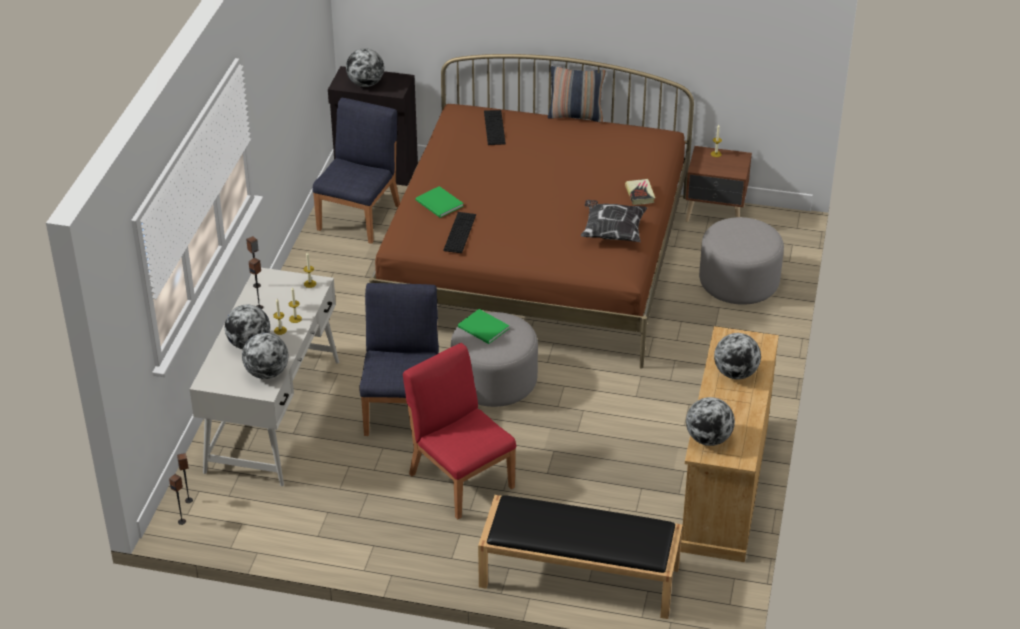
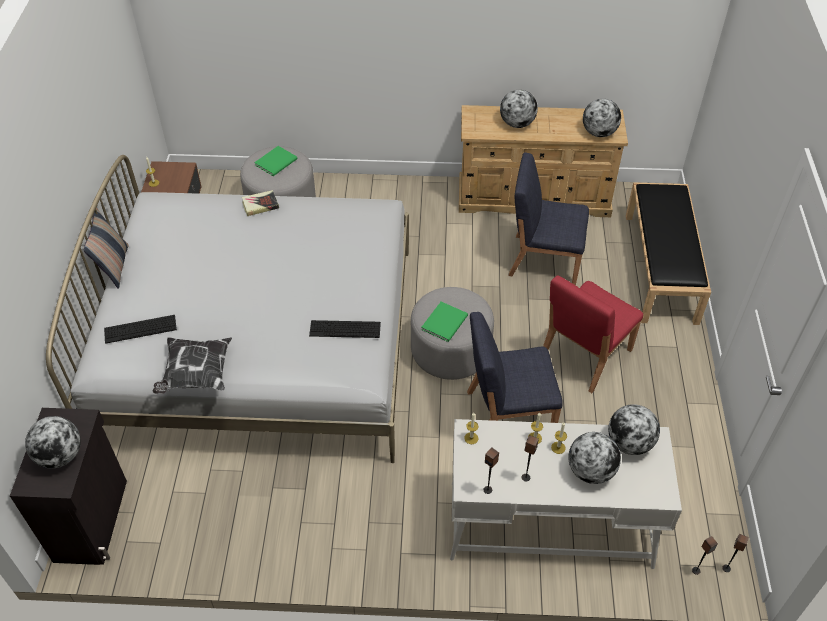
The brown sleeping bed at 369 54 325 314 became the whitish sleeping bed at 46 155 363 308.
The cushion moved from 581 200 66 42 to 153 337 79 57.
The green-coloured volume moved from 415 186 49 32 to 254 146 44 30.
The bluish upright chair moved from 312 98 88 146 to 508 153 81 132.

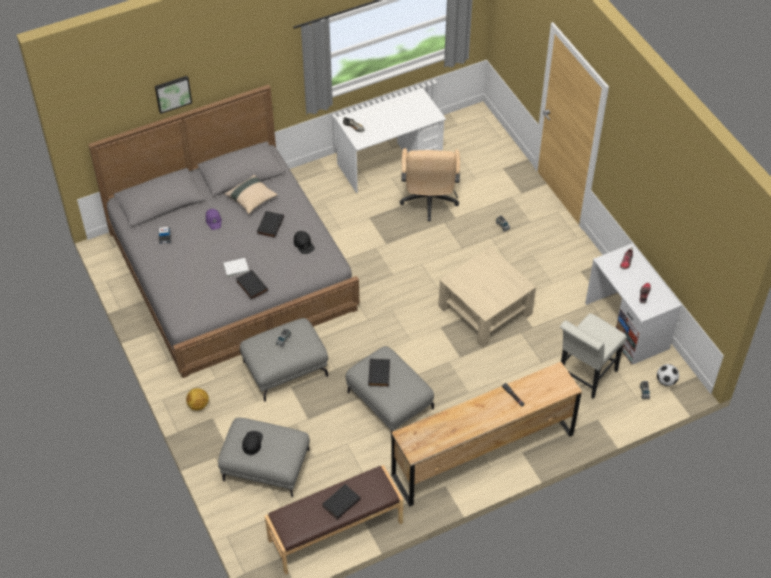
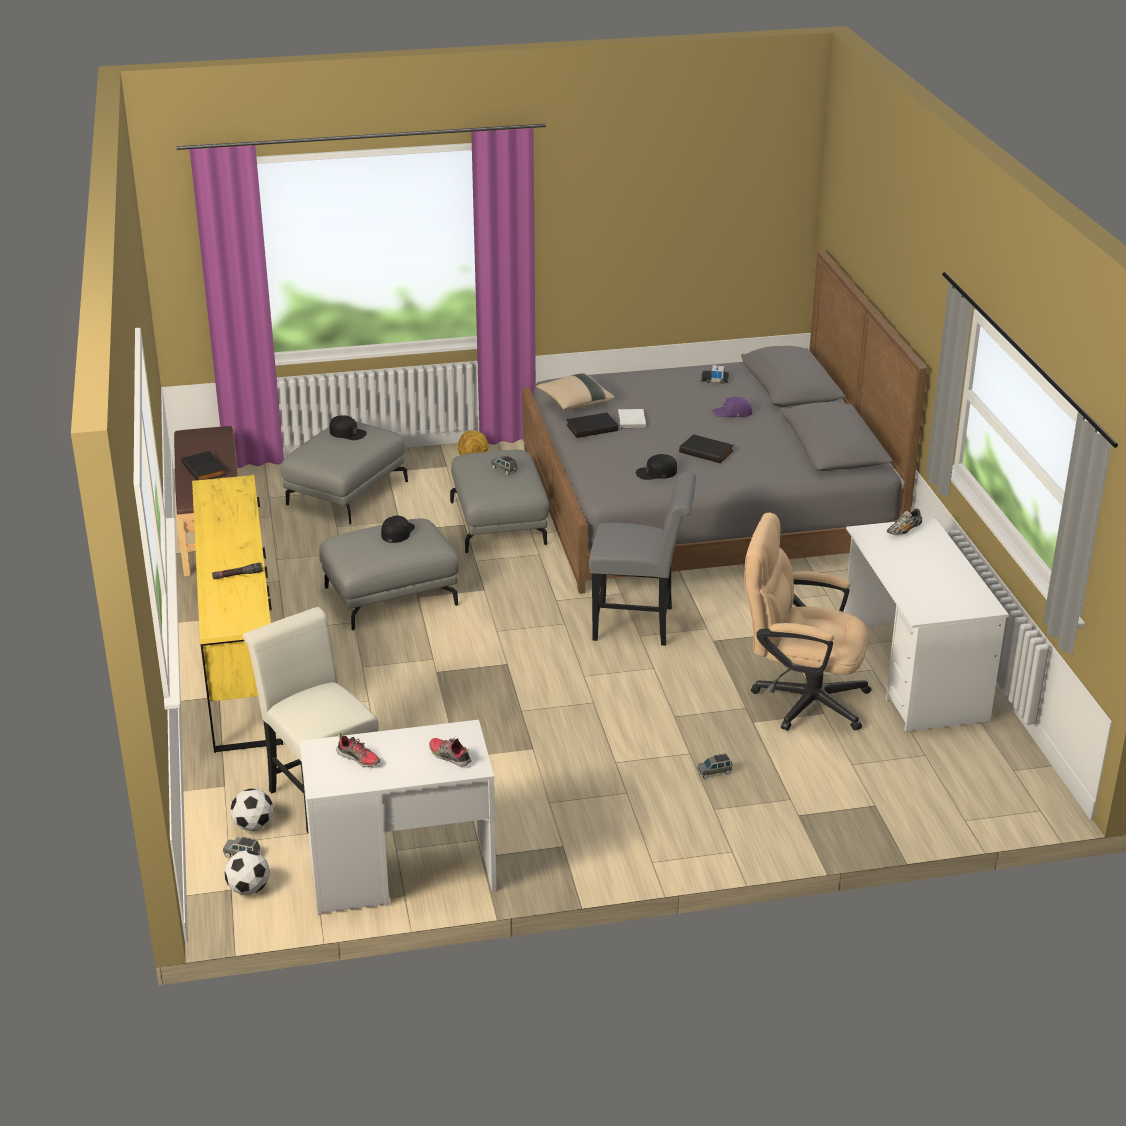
The brown chest of drawers at 391 362 191 145 became the yellow chest of drawers at 192 475 91 278.
The football at 230 789 43 42 appeared.
The blackish volume at 368 358 22 29 was replaced by the blackish peaked cap at 381 516 34 27.
The beige-coloured cushion moved from 224 175 54 39 to 536 373 79 37.
The grey upright chair at 589 472 107 174 appeared.
The wall picture at 155 76 37 38 disappeared.
The beige-coloured coffee table at 438 247 98 101 disappeared.

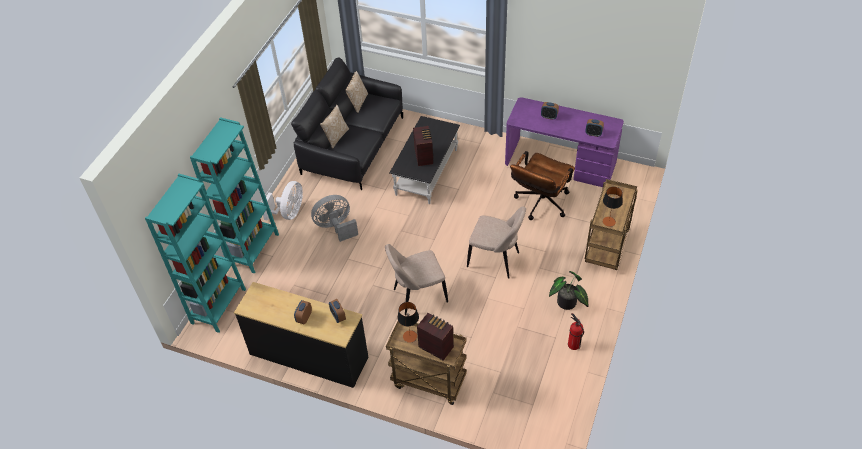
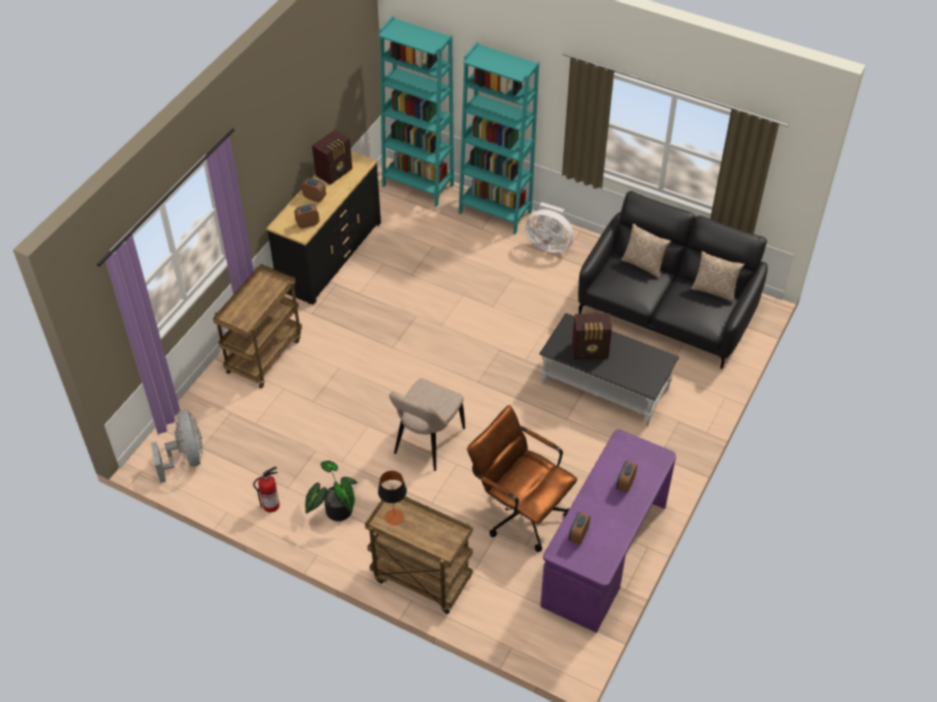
The grey fan moved from 311 195 47 47 to 151 410 52 73.
The radio set moved from 417 313 37 48 to 312 130 40 55.
The beige-coloured upright chair at 385 244 63 72 disappeared.
The table lamp at 397 302 22 41 disappeared.

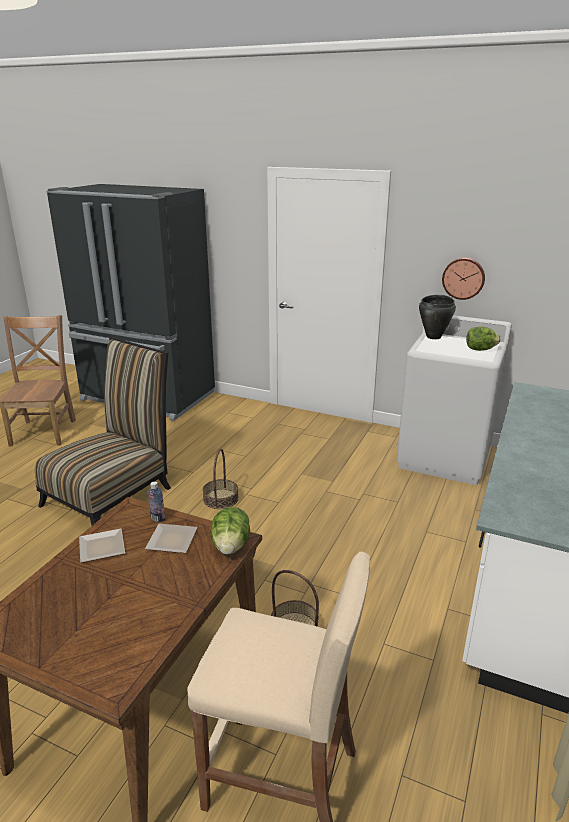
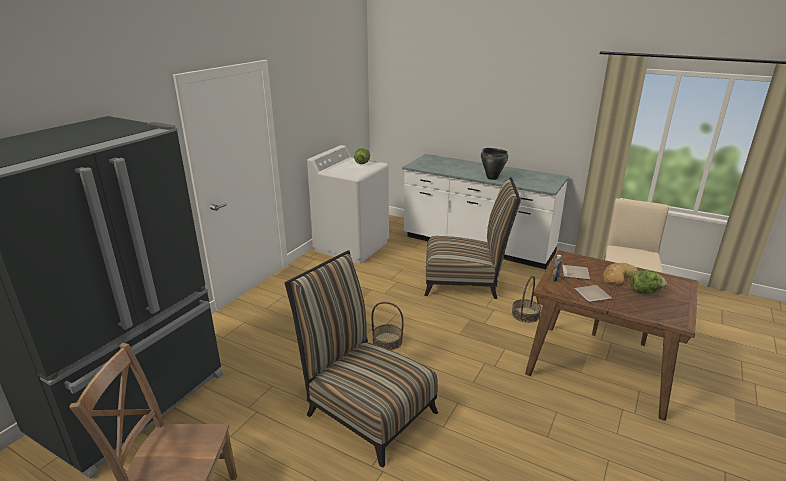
The upright chair at 425 177 96 122 appeared.
The blackish saucepot moved from 419 295 37 44 to 481 148 27 32.
The bakery bread at 603 263 35 23 appeared.
The lettuce head moved from 210 507 40 48 to 630 270 37 24.
The clock on the wall at 442 258 43 42 disappeared.

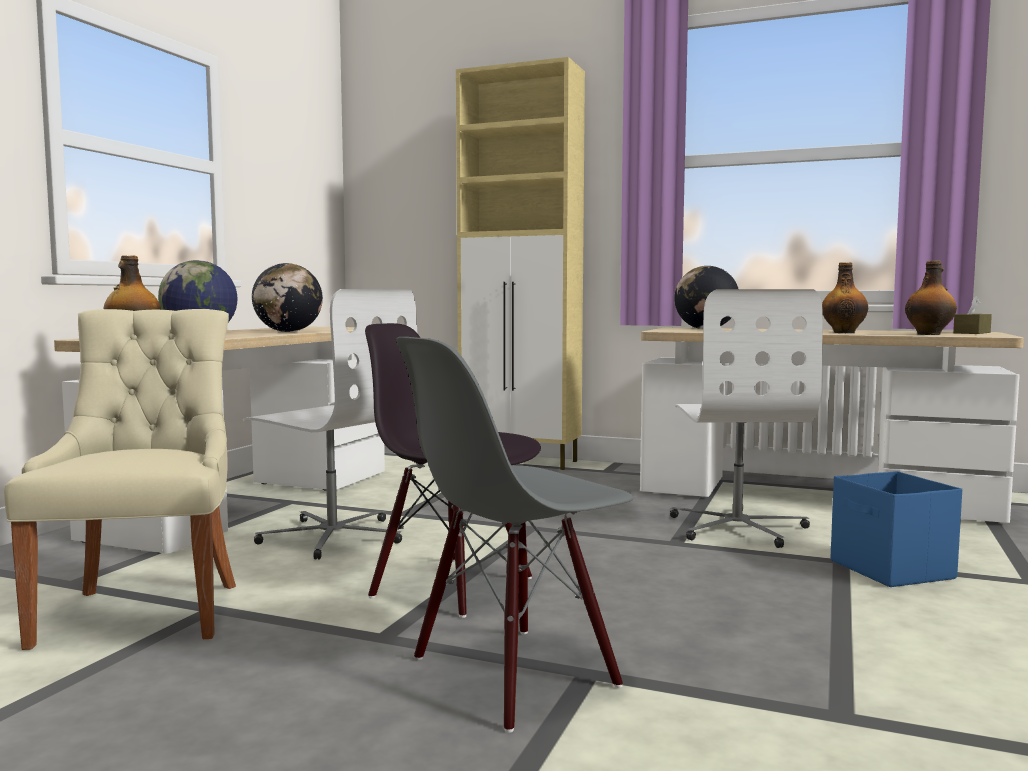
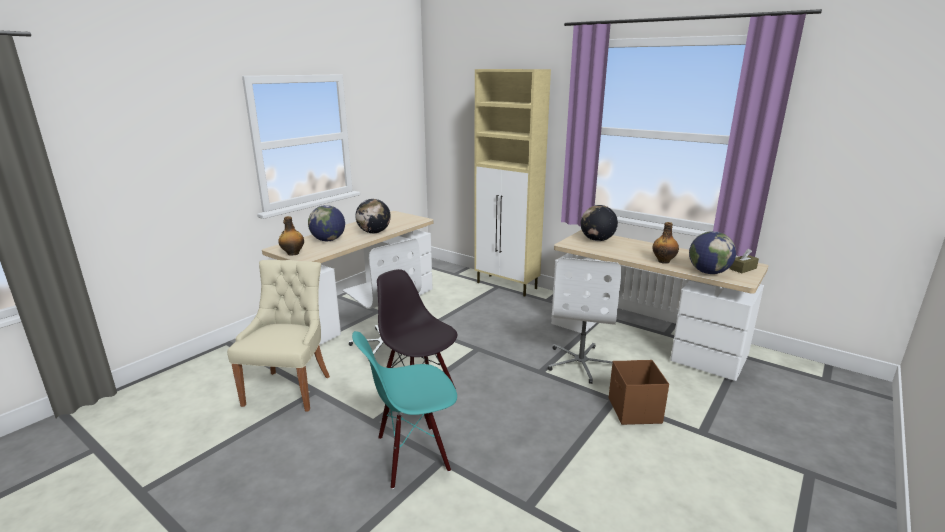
The grey upright chair at 396 337 237 396 became the turquoise upright chair at 352 331 105 158.
The bluish storage container at 831 471 131 116 became the brown storage container at 609 360 60 65.
The drink bottle at 905 261 52 74 was replaced by the globe at 689 231 47 43.

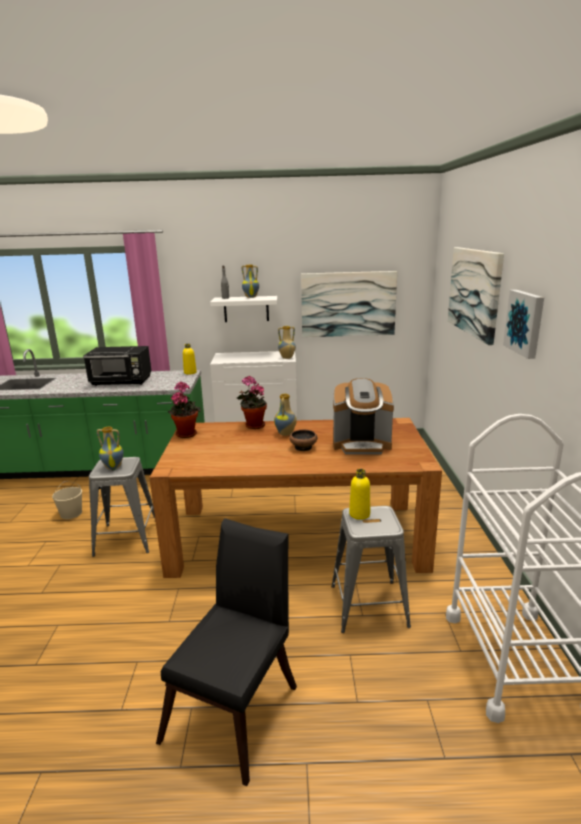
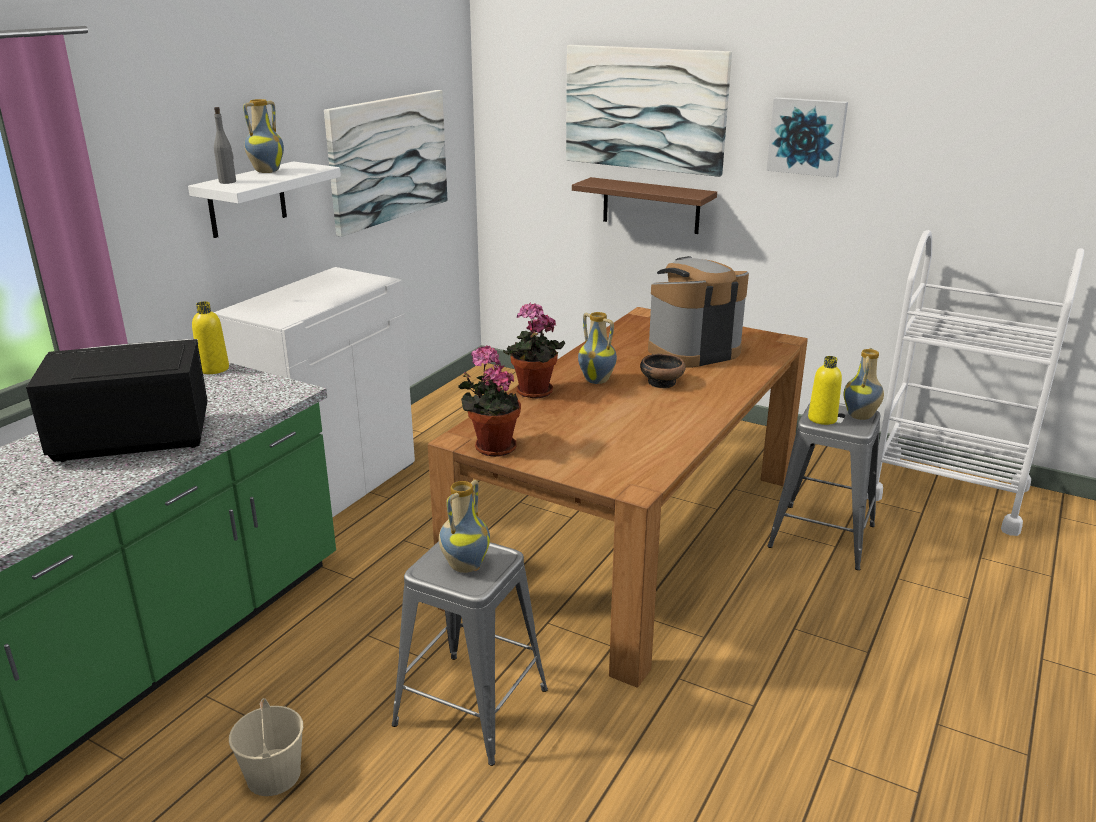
The blackish microwave at 83 346 68 40 turned 135 degrees counterclockwise.
The brown wall shelf at 572 177 145 57 appeared.
The coffee brewer at 333 378 61 76 turned 150 degrees counterclockwise.
The vase moved from 278 326 18 33 to 844 348 40 72.
The blackish upright chair at 156 518 141 268 disappeared.

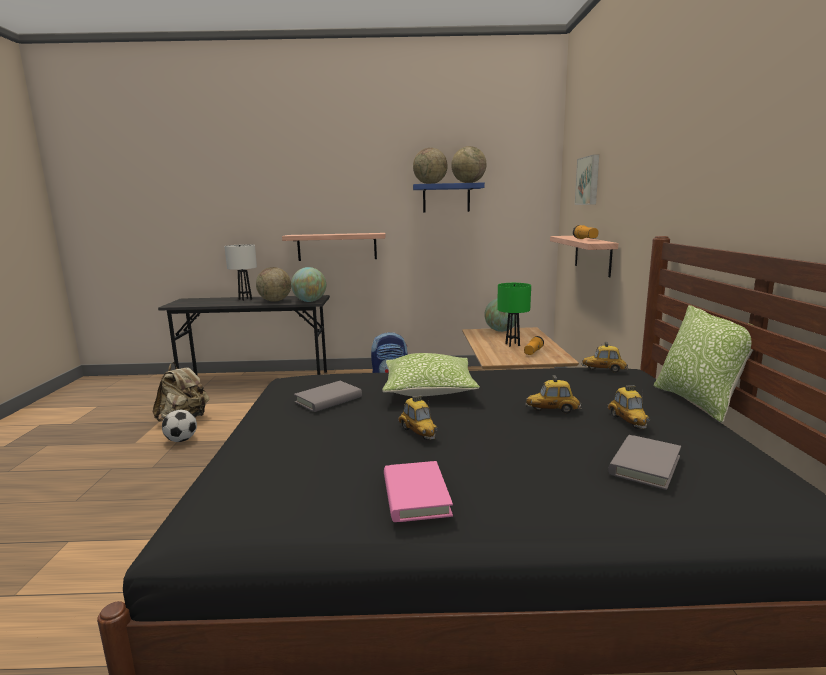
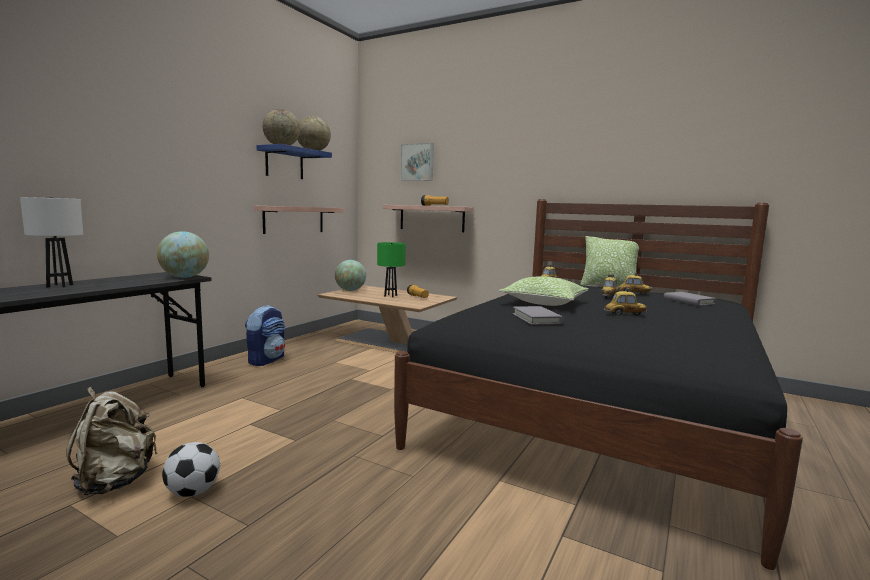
The wall shelf moved from 282 233 104 28 to 254 205 90 29.
The globe at 256 267 35 35 disappeared.
The pink-coloured volume at 384 461 69 61 disappeared.

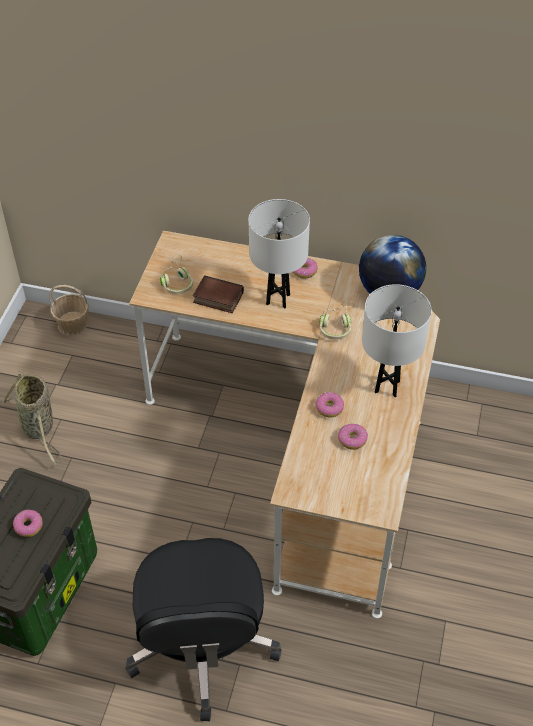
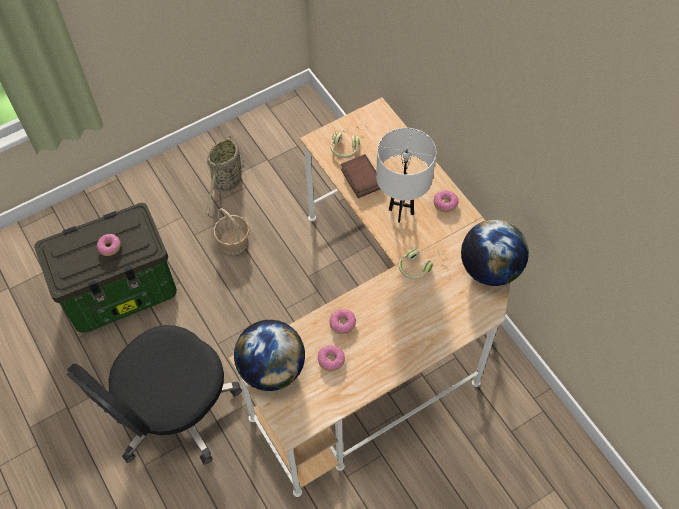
The household basket moved from 49 285 39 51 to 213 208 37 47.
The globe at 234 320 71 71 appeared.
The whitish table lamp at 362 284 70 113 disappeared.

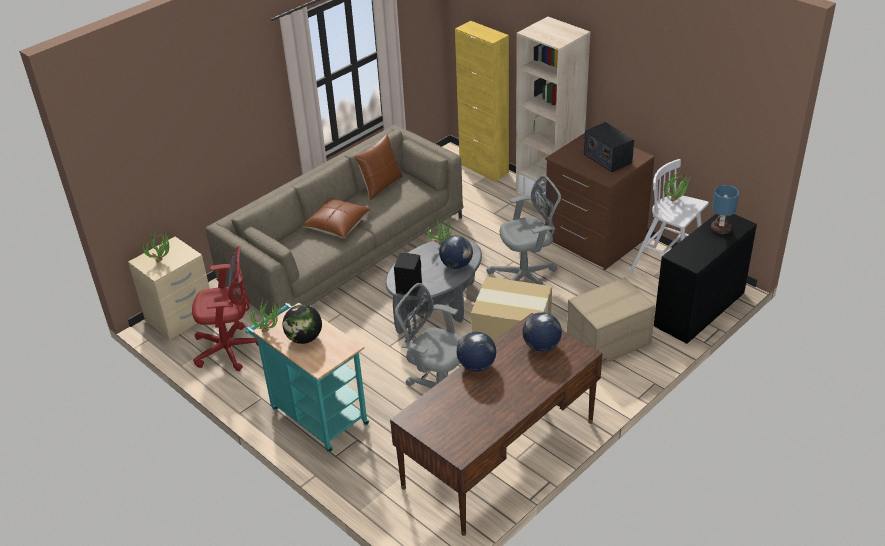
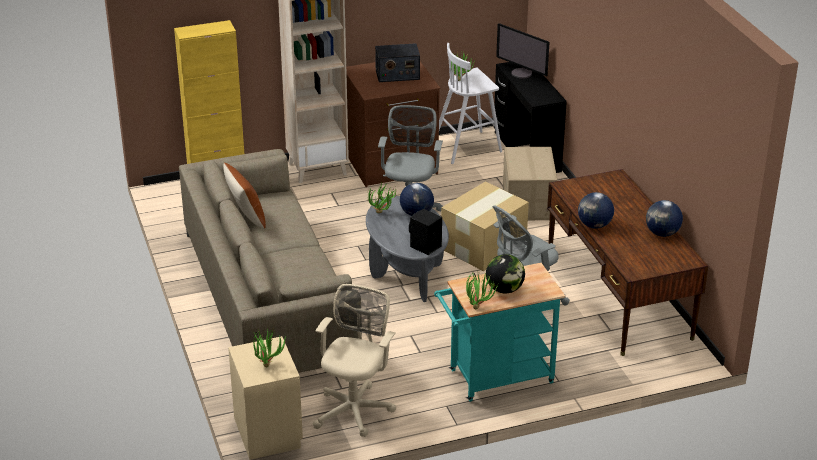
The red desk chair at 192 246 67 125 became the beige-coloured desk chair at 313 284 83 153.
The table lamp at 711 185 28 49 was replaced by the computer screen at 496 23 54 56.
The globe moved from 523 312 39 40 to 646 200 37 37.
The brown cushion at 301 198 70 40 disappeared.

